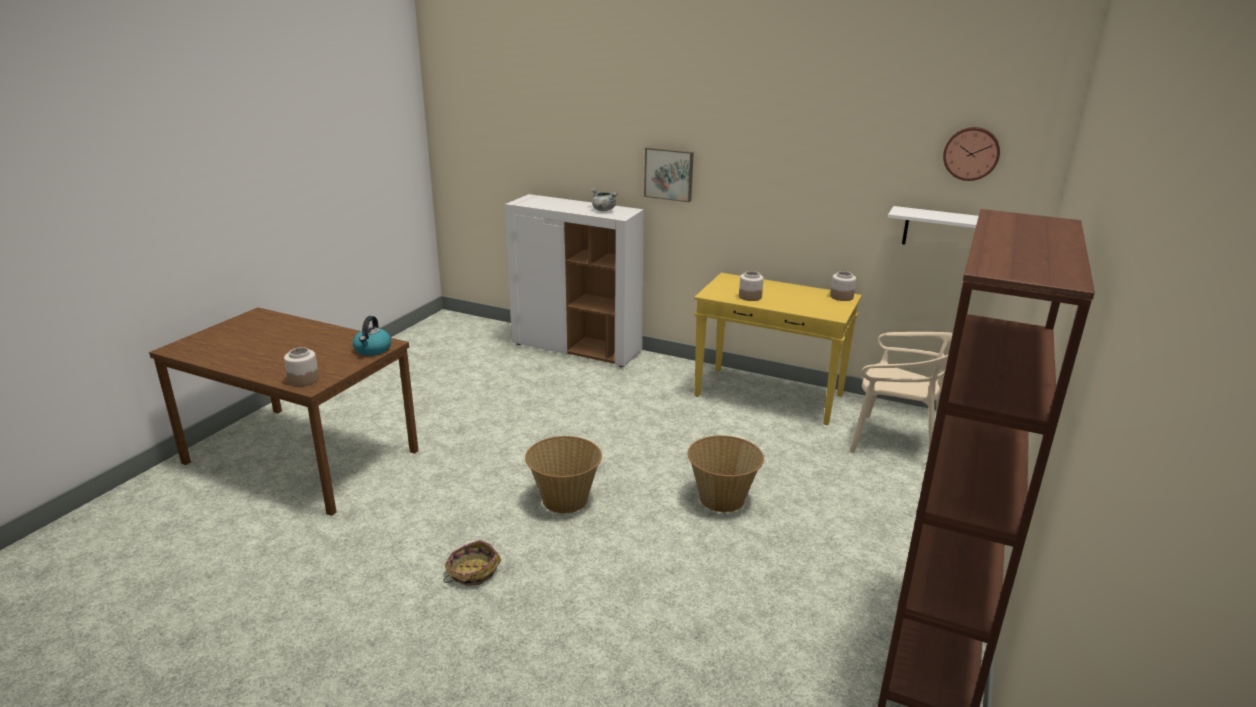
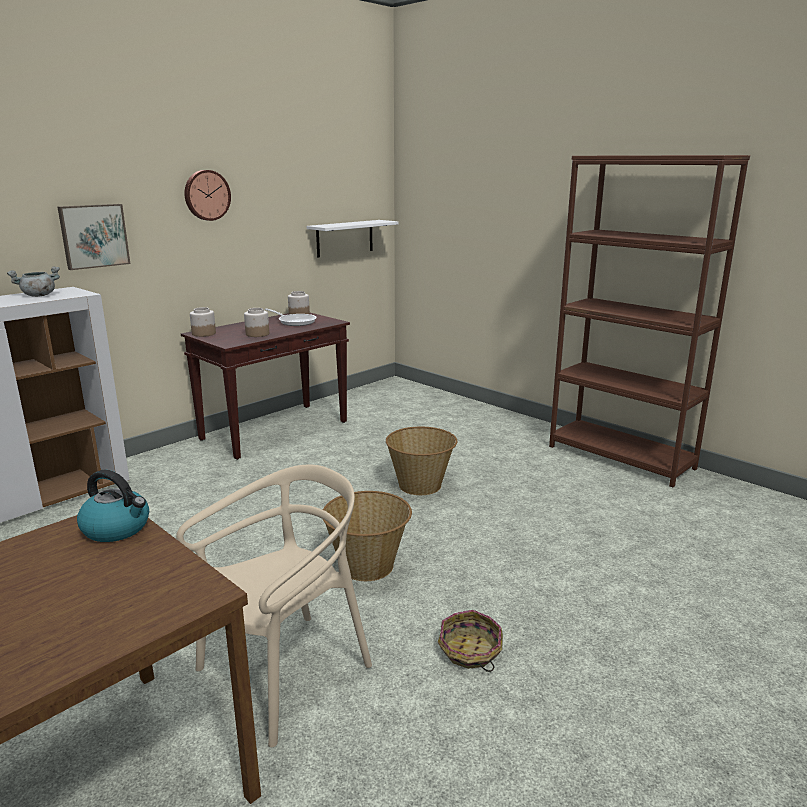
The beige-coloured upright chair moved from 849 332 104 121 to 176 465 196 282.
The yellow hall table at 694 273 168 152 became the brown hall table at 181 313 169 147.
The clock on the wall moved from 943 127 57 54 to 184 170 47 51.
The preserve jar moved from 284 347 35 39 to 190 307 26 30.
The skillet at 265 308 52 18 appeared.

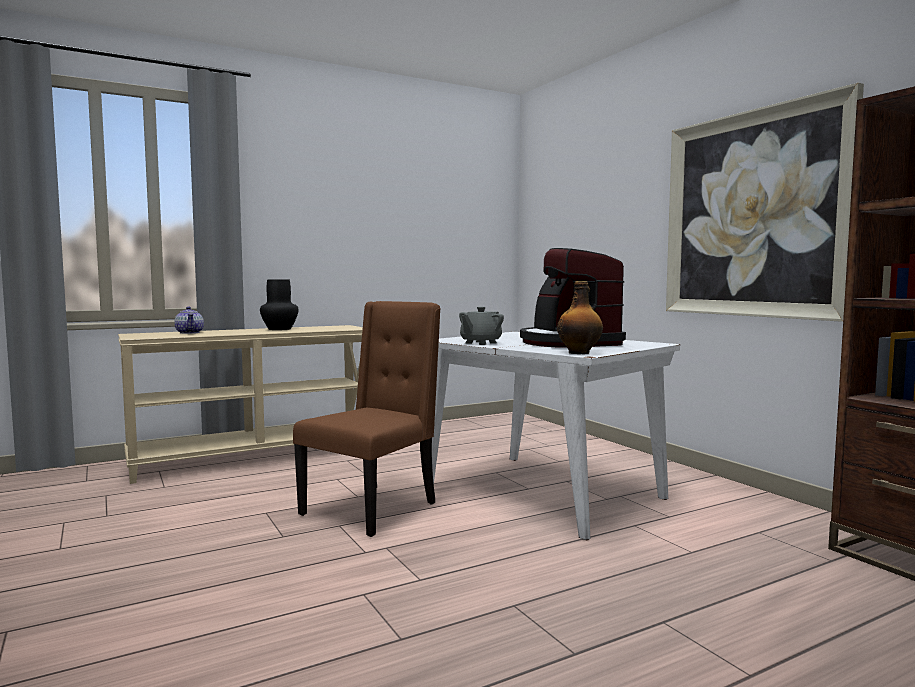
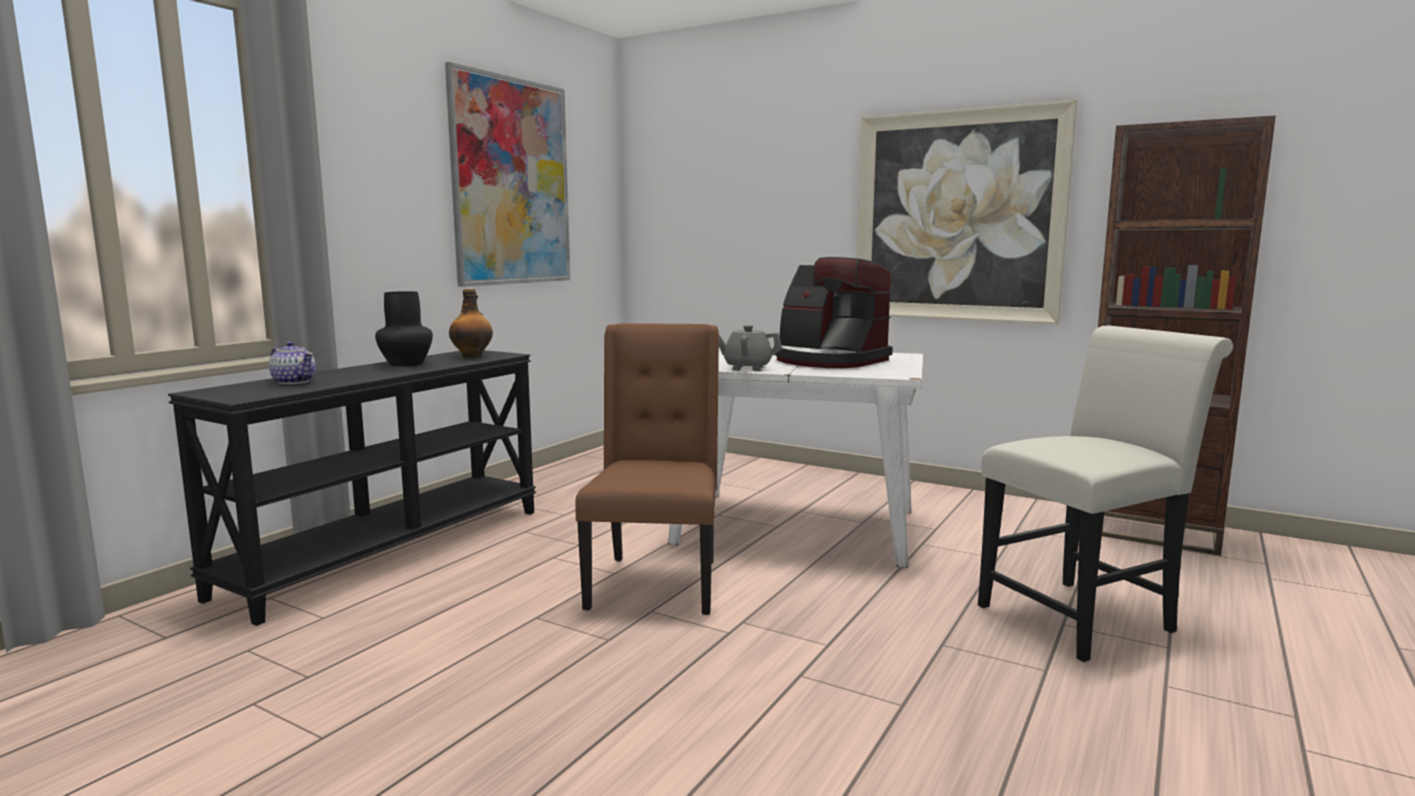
The beige-coloured hall table at 118 325 245 159 became the blackish hall table at 168 350 368 276.
The wall picture at 445 62 125 225 appeared.
The drink bottle moved from 557 281 46 73 to 449 289 44 69.
The grey pot for tea at 459 307 45 38 turned 90 degrees clockwise.
The whitish upright chair at 978 326 255 336 appeared.

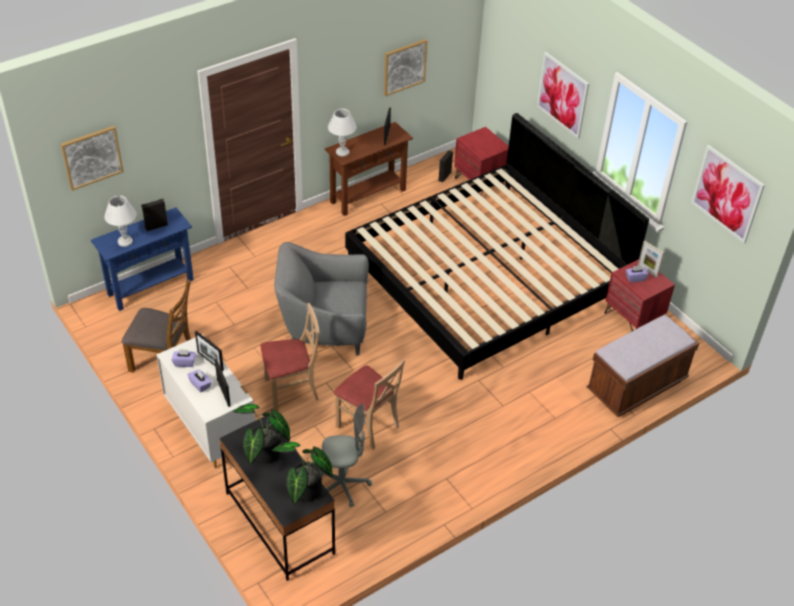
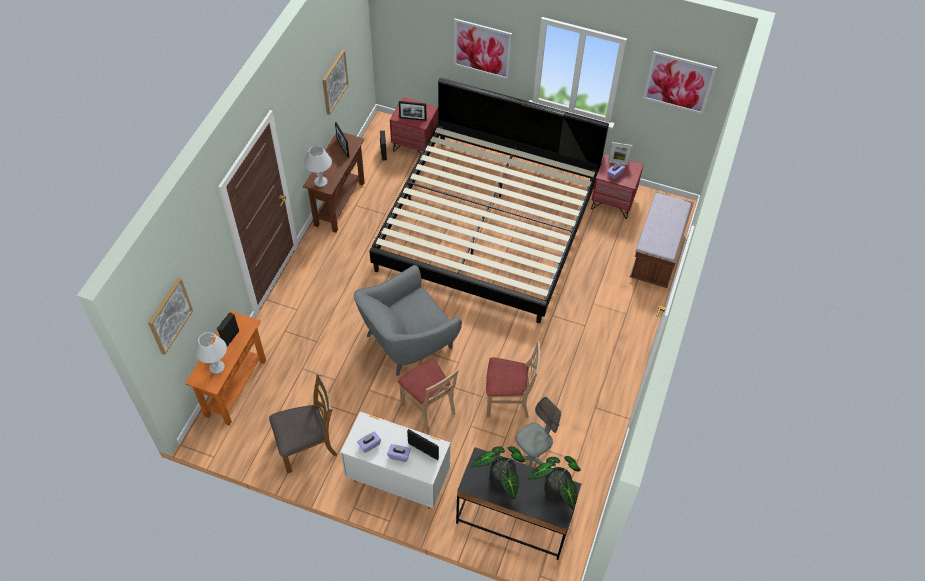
The bluish hall table at 91 207 103 104 became the orange hall table at 185 310 81 116.
The beige-coloured upright chair at 260 303 60 108 turned 105 degrees clockwise.
The photo frame moved from 195 331 29 41 to 399 101 28 20.

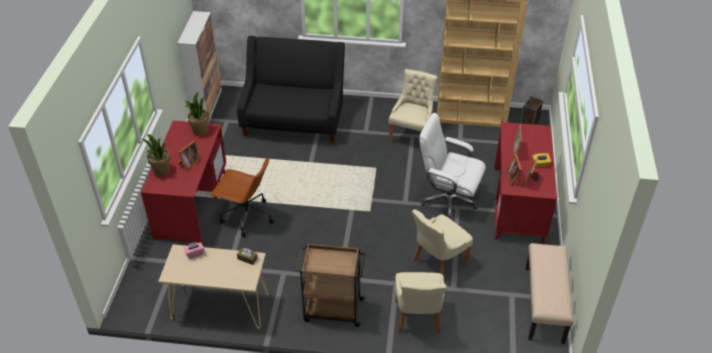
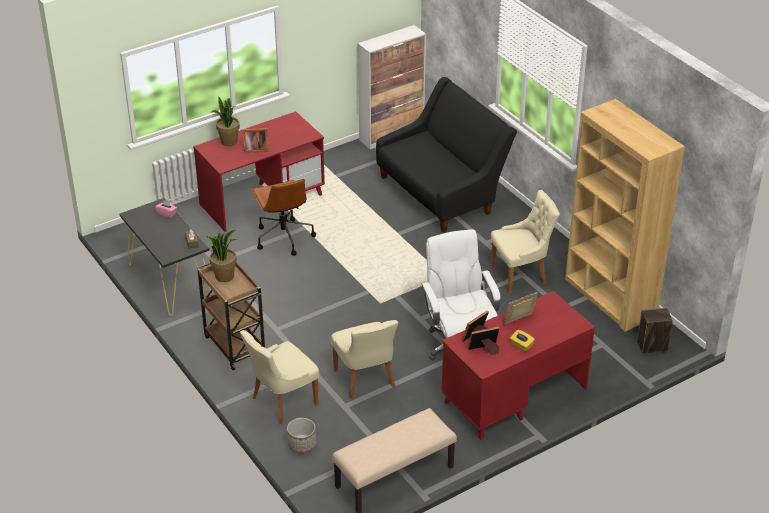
The beige-coloured hall table at 158 244 111 85 became the blackish hall table at 119 198 93 118.
The houseplant moved from 184 91 25 45 to 205 229 33 53.
The planter at 287 418 29 35 appeared.
The beige-coloured upright chair at 412 209 61 66 turned 120 degrees counterclockwise.

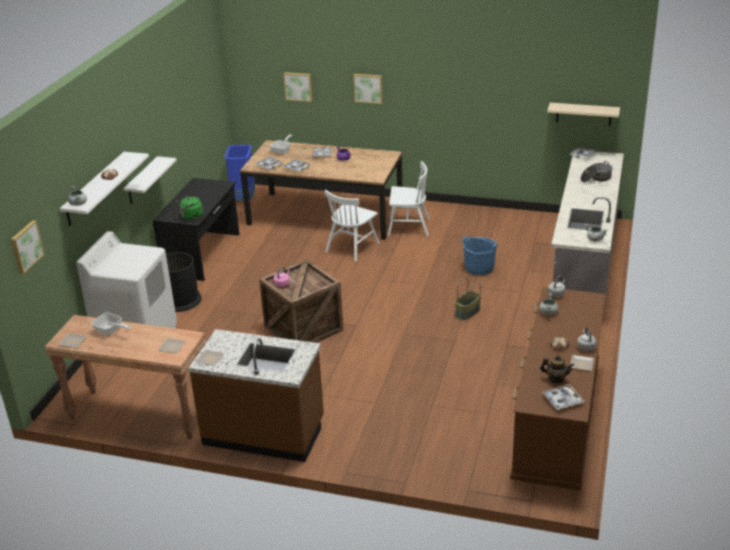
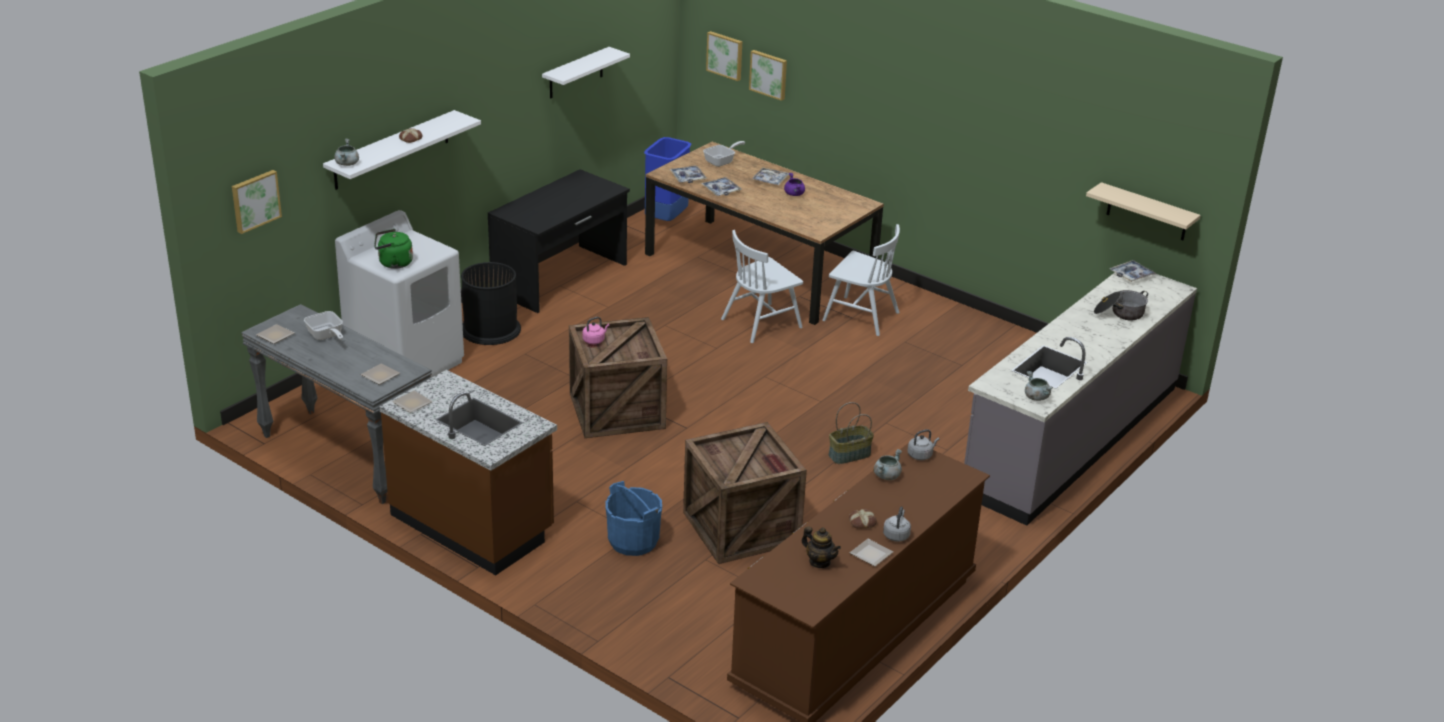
The brown hall table at 45 315 161 125 became the grey hall table at 241 304 191 200.
The green-coloured water kettle moved from 176 195 27 26 to 374 229 39 40.
The whitish wall shelf moved from 124 156 53 49 to 542 47 88 51.
The bluish pail moved from 463 235 35 40 to 606 481 56 75.
The packing crate at 683 422 124 142 appeared.
The wall picture moved from 353 74 30 30 to 706 31 36 50.
The tray at 542 384 43 26 disappeared.

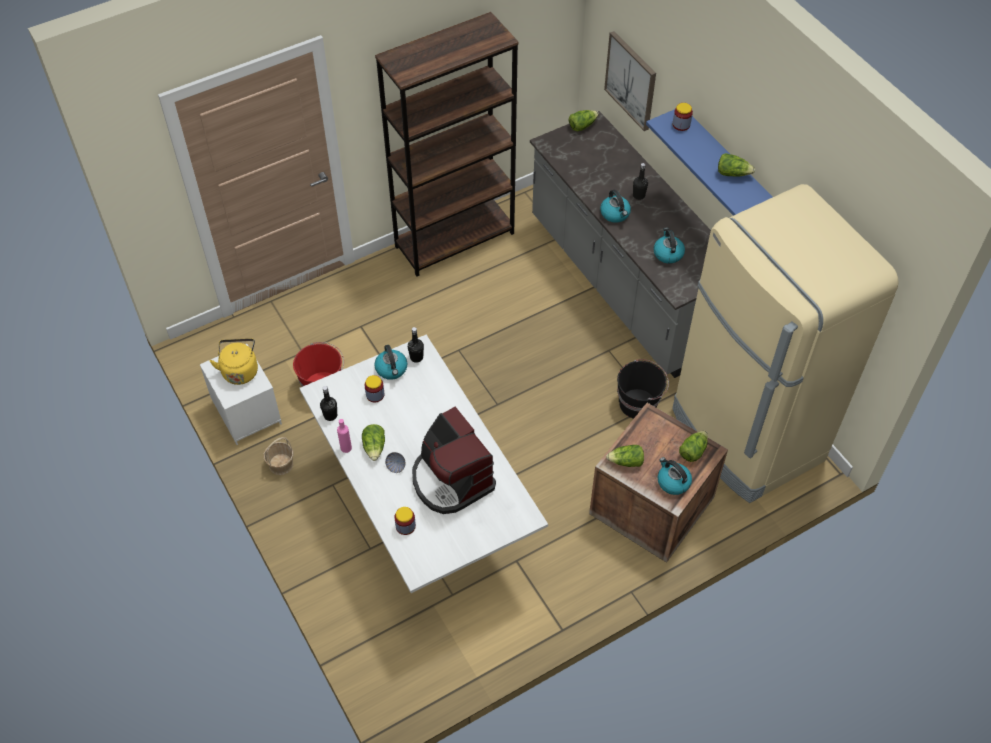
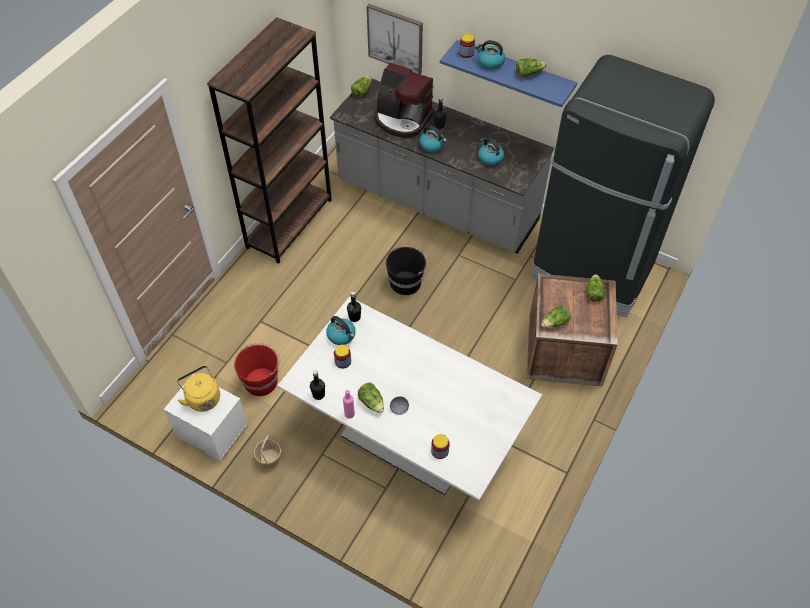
The coffee brewer moved from 412 407 84 107 to 375 63 60 75.
The blackish pail moved from 617 359 52 60 to 386 246 42 49.
The water kettle moved from 658 457 34 38 to 475 40 30 29.
The beige-coloured kitchen fridge at 672 184 227 319 became the blackish kitchen fridge at 531 55 184 262.

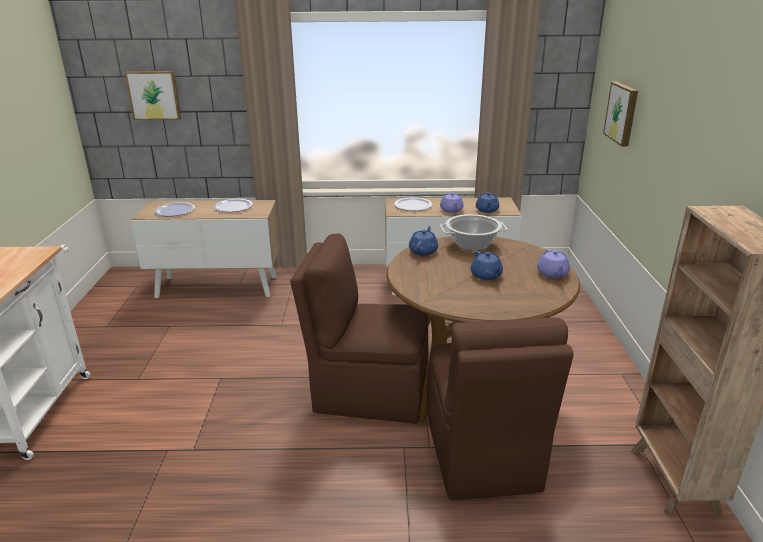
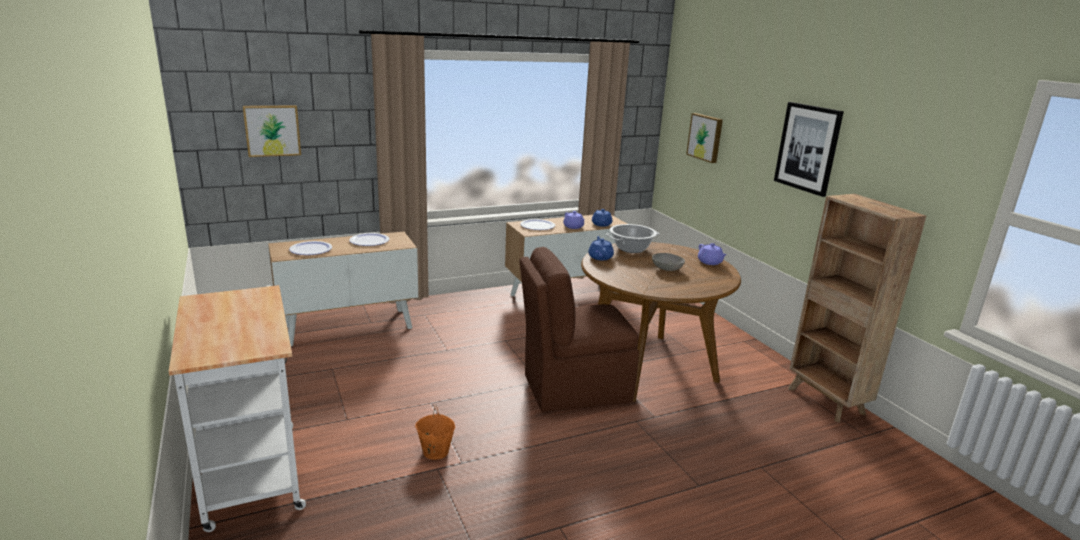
The orange pail at 415 405 40 55 appeared.
The bluish pot for tea at 471 251 32 29 was replaced by the grey serving bowl at 652 253 33 18.
The wall picture at 774 102 70 95 appeared.
The brown upright chair at 427 317 147 183 disappeared.

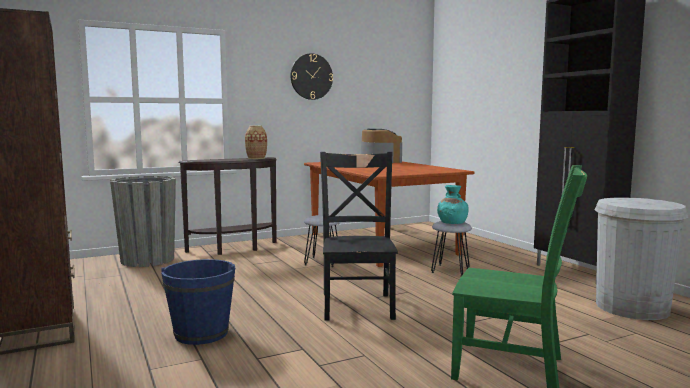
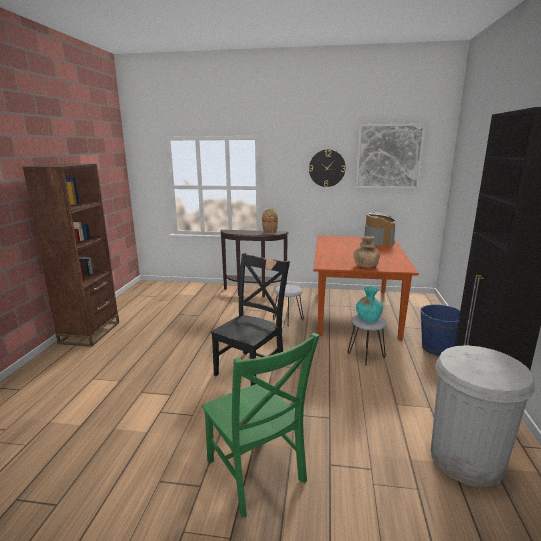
The brown vase at 354 236 26 31 appeared.
The wall picture at 355 123 71 66 appeared.
The bluish pail moved from 161 259 74 86 to 421 304 39 52.
The grey planter at 110 176 66 91 disappeared.

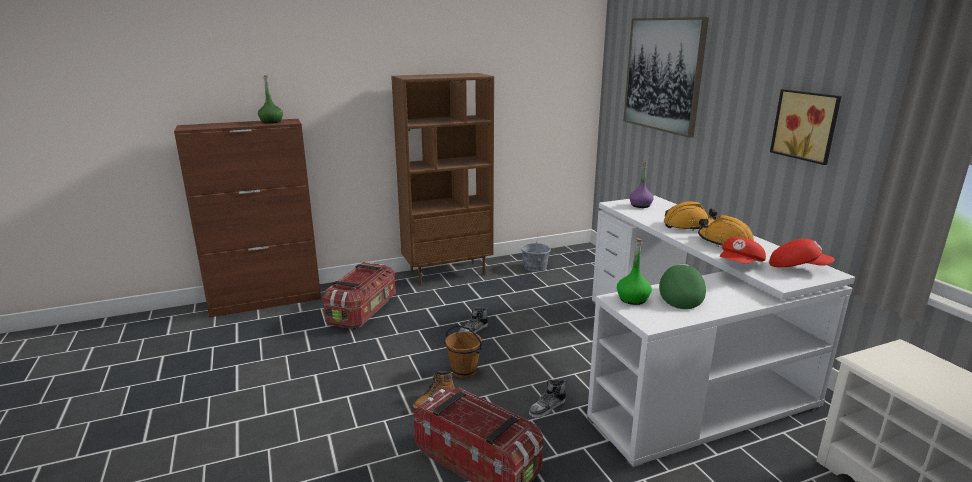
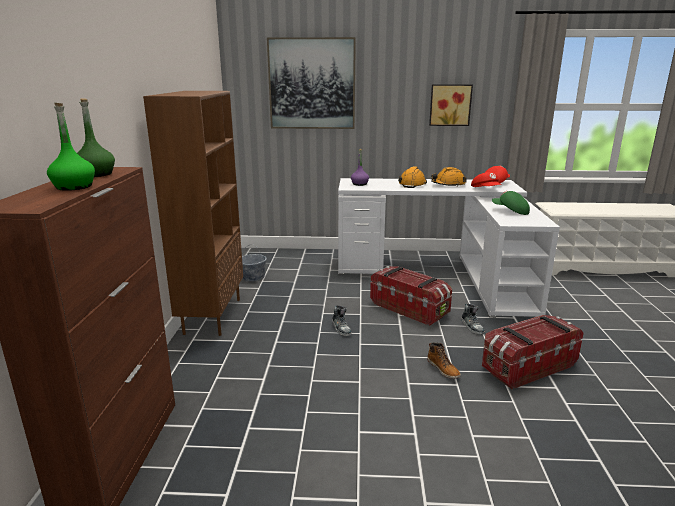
The green-coloured drink bottle moved from 617 238 35 67 to 47 103 48 88.
The storage container moved from 323 262 73 67 to 370 266 82 60.
The brown pail at 444 325 40 54 disappeared.

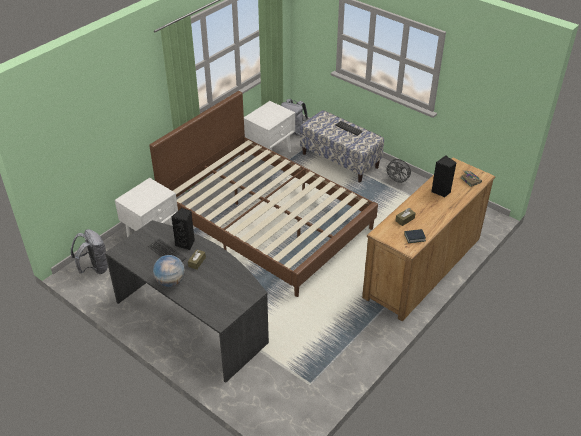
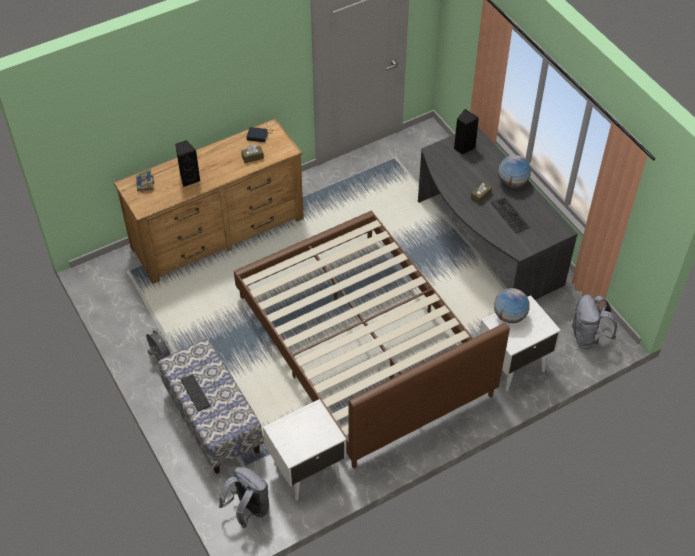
The blackish speaker moved from 172 208 23 42 to 454 109 25 46.
The globe at 494 288 36 35 appeared.

